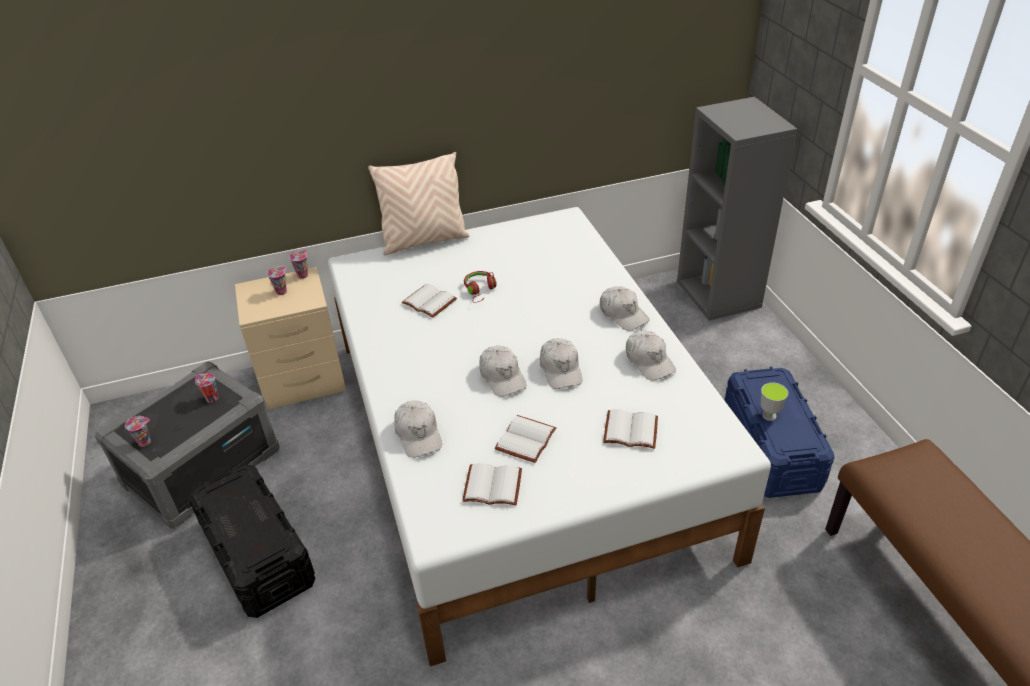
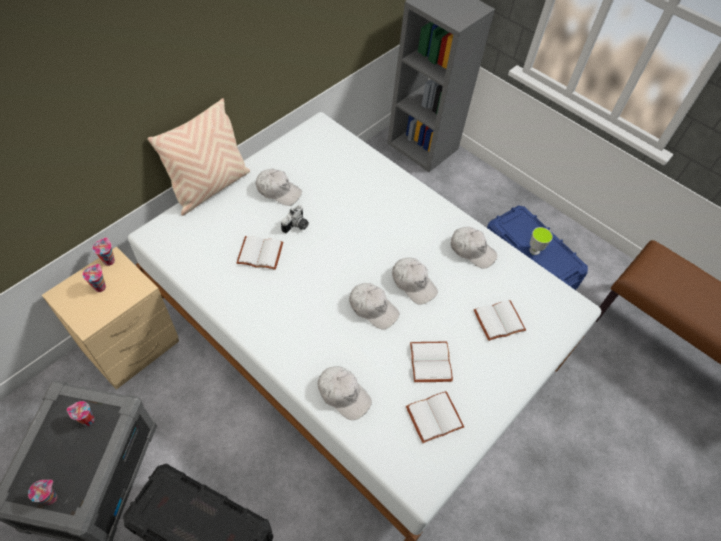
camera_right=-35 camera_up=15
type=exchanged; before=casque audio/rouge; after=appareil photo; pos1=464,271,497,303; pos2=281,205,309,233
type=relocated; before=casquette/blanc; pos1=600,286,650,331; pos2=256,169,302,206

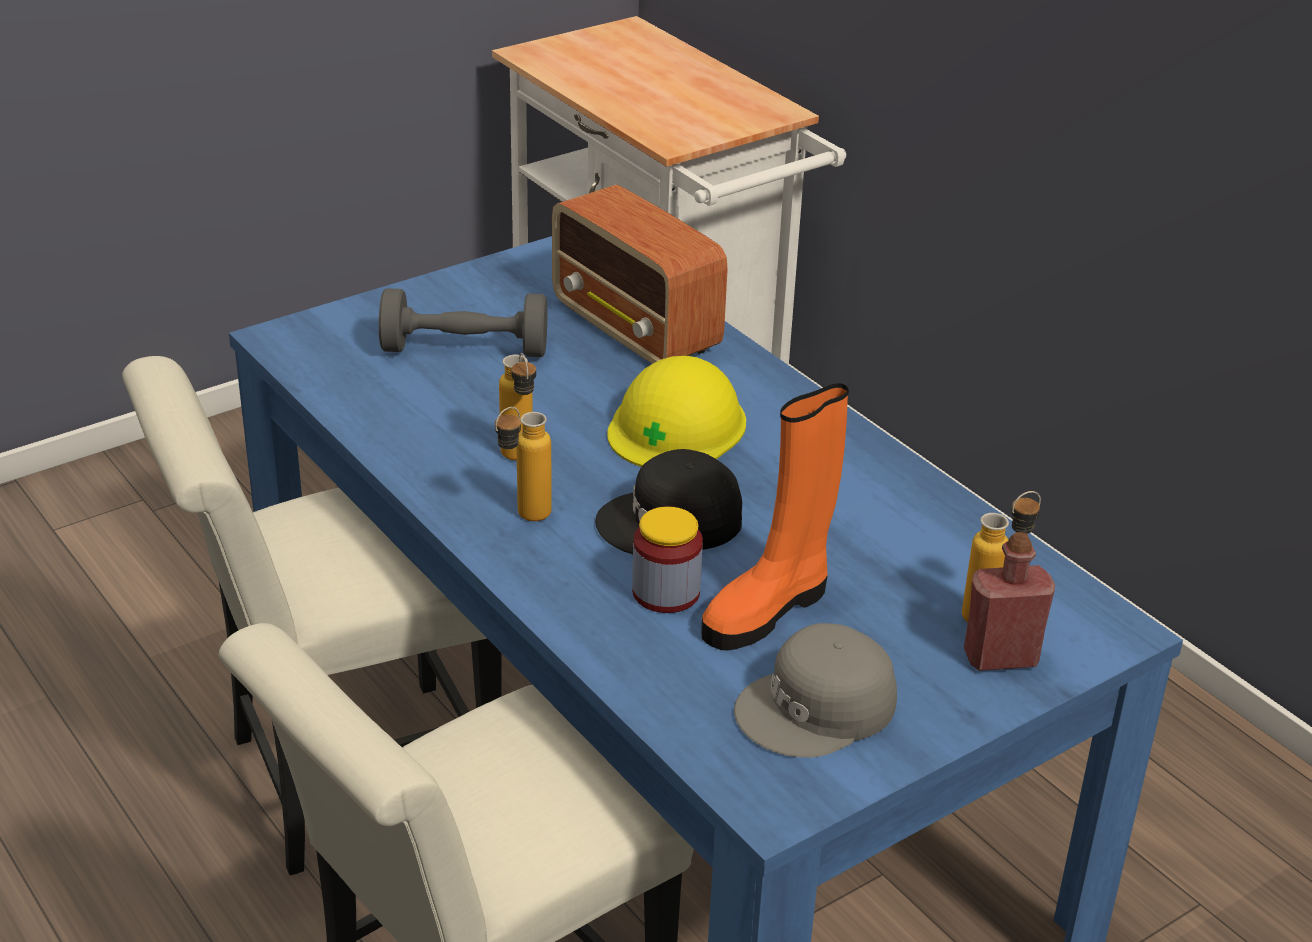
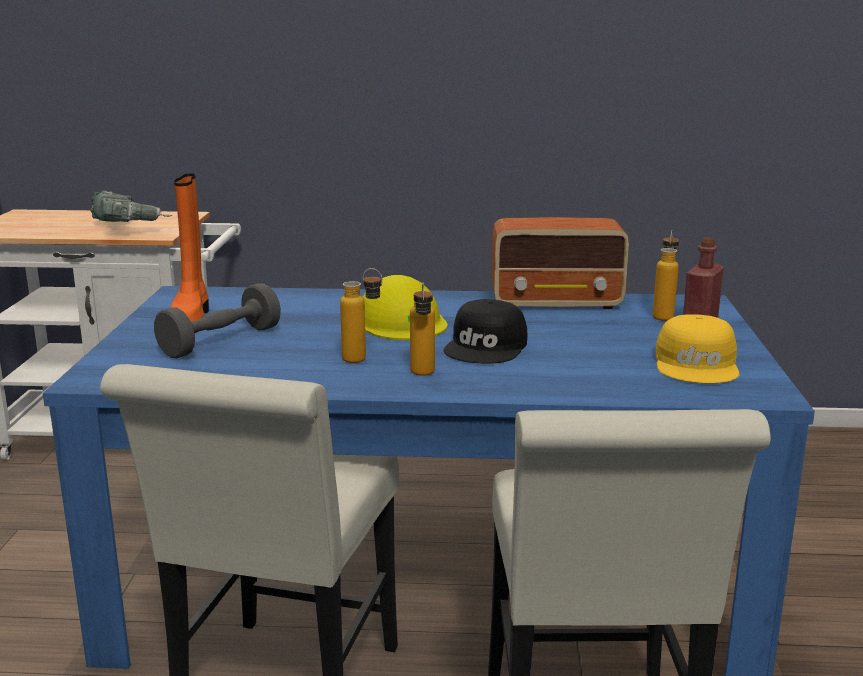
camera_right=-50 camera_up=-15
type=relocated; before=radio; pos1=552,185,728,364; pos2=492,217,629,309
type=relocated; before=botte/orange; pos1=701,383,849,650; pos2=170,173,209,333
type=missing; before=bocal; pos1=632,506,703,613
type=colour; before=casquette/gris; after=casquette/jaune; pos1=734,623,897,758; pos2=656,314,740,384
type=appeared; after=perceuse; pos2=90,190,172,222

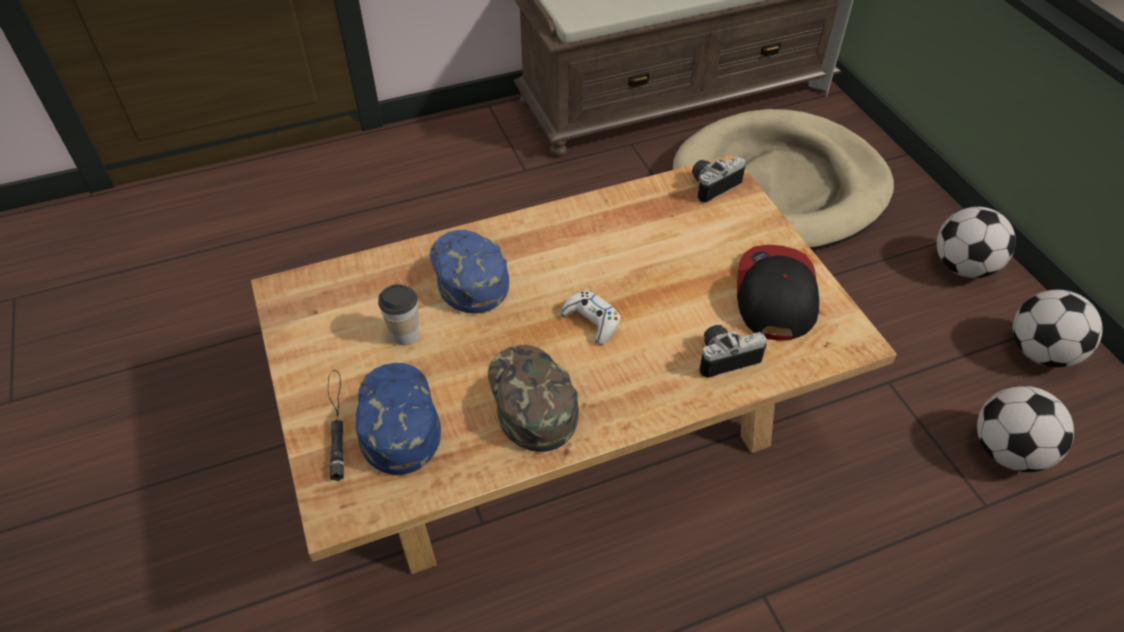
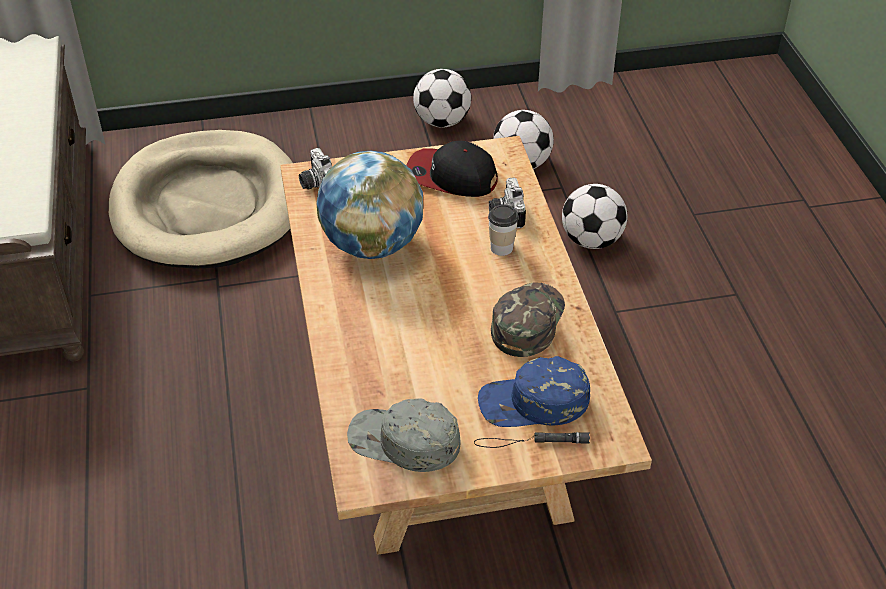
camera_right=-80 camera_up=-5
type=relocated; before=ballon de foot; pos1=937,207,1016,278; pos2=562,184,627,249
type=missing; before=casquette/bleu; pos1=430,230,509,313
type=relocated; before=tasse; pos1=378,284,419,345; pos2=488,205,519,256
type=missing; before=manette/blanc; pos1=560,290,621,345
type=spun; before=casquette/vert; pos1=488,345,579,452; pos2=491,282,565,357; turn=120
type=appeared; after=globe; pos2=316,151,423,259
type=appeared; after=casquette/gris; pos2=347,398,460,472

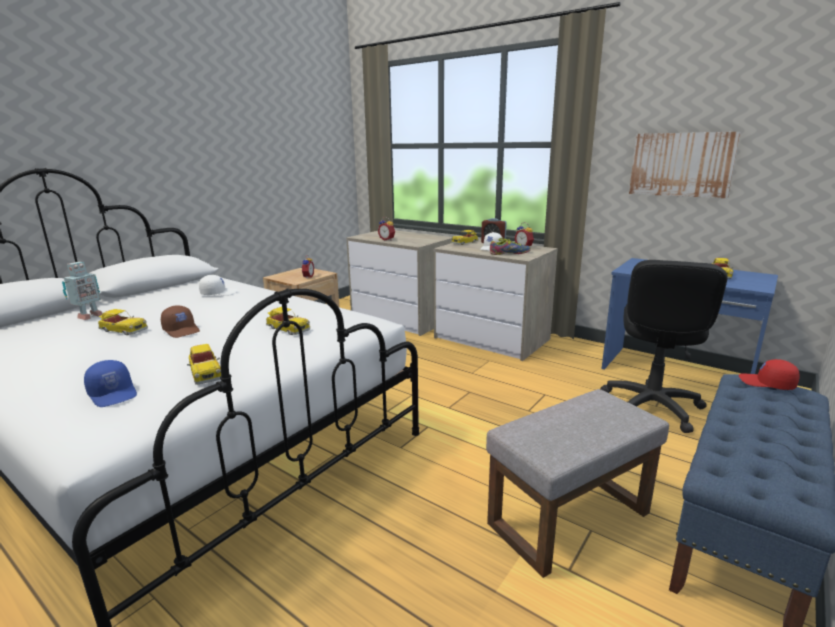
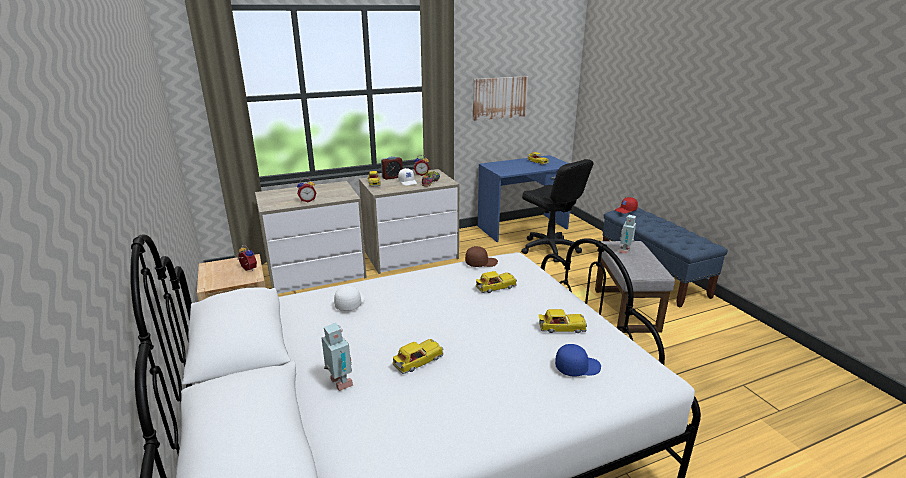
camera_right=-60 camera_up=5
type=relocated; before=casquette/marron; pos1=161,305,200,338; pos2=465,246,498,267
type=appeared; after=robot jouet; pos2=619,215,636,254

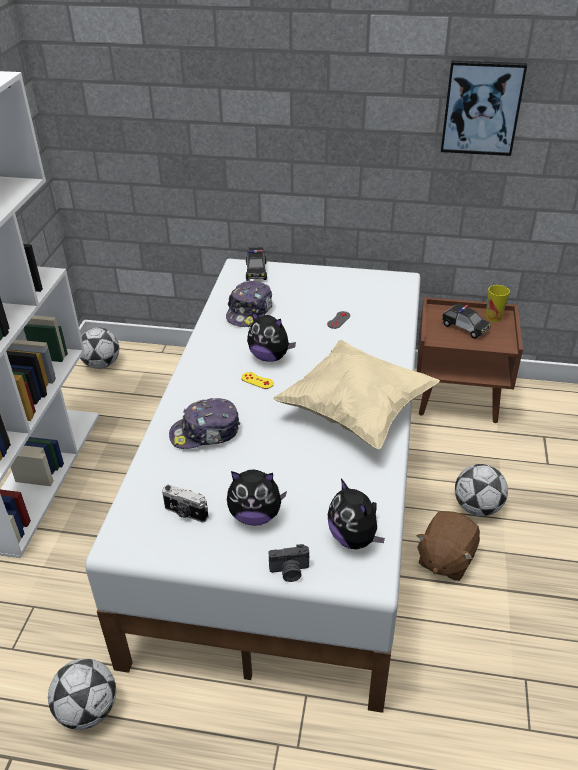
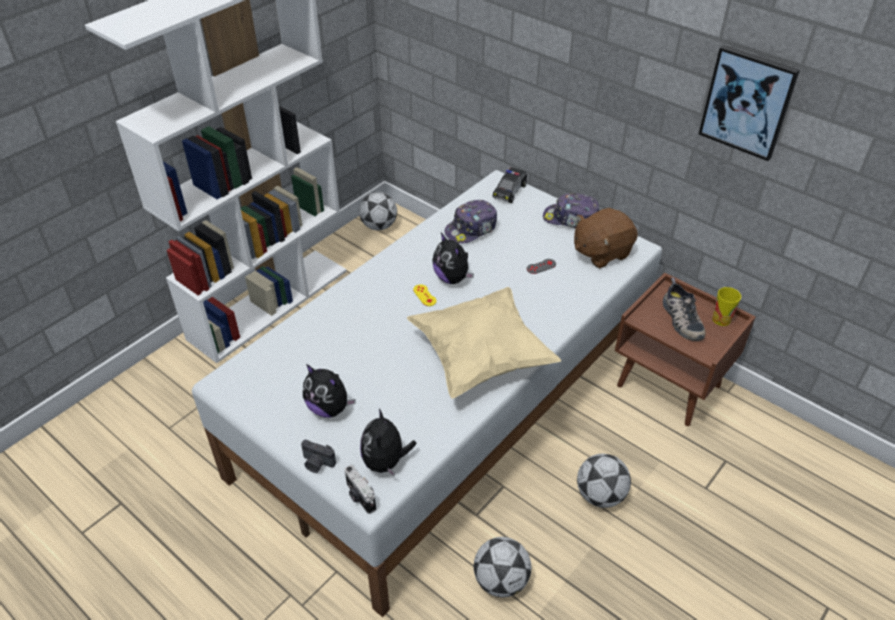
camera_right=30 camera_up=5
type=exchanged; before=petite voiture; after=chaussure; pos1=442,303,491,339; pos2=663,278,705,341
type=relocated; before=casquette; pos1=169,398,240,449; pos2=543,193,599,228
type=relocated; before=appareil photo; pos1=162,484,208,523; pos2=344,465,376,514
type=relocated; before=peluche/marron; pos1=416,511,480,581; pos2=574,208,638,268
type=relocated; before=ballon de foot; pos1=48,658,116,730; pos2=474,537,532,597

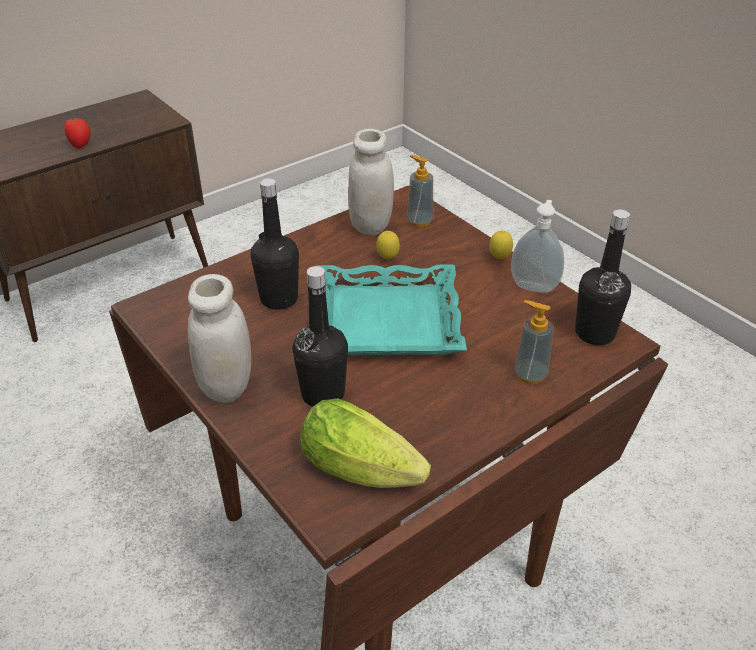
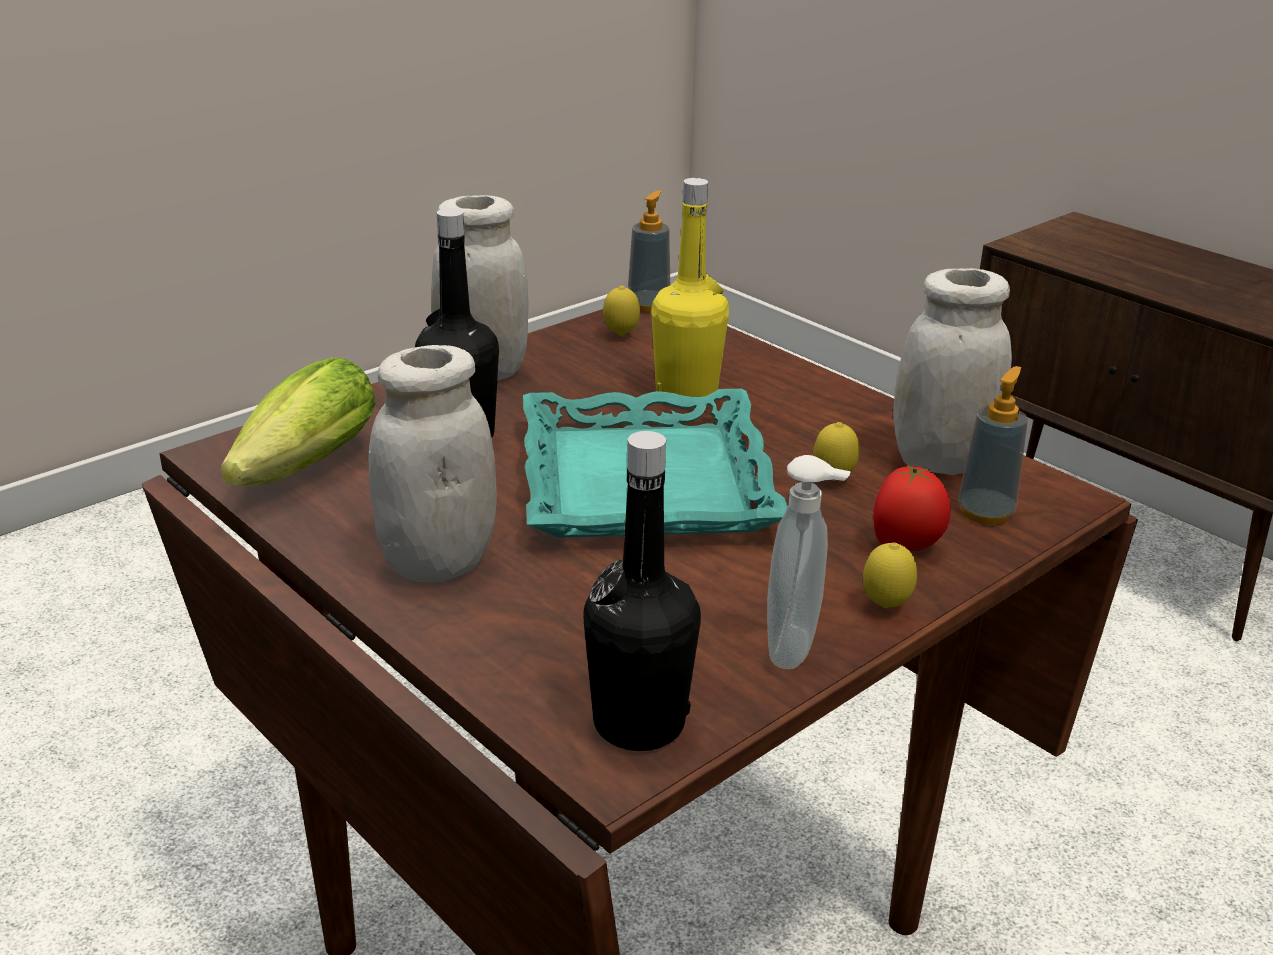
camera_right=85 camera_up=-10
type=relocated; before=tomate; pos1=64,118,91,149; pos2=873,464,951,551
type=colour; before=bouteille/noir; after=bouteille/jaune; pos1=251,178,299,310; pos2=651,178,729,397
type=relocated; before=distributeur de savon; pos1=514,300,554,384; pos2=628,190,670,313
type=appeared; after=citron; pos2=603,286,640,336
type=appeared; after=bocal/blanc; pos2=369,345,497,582

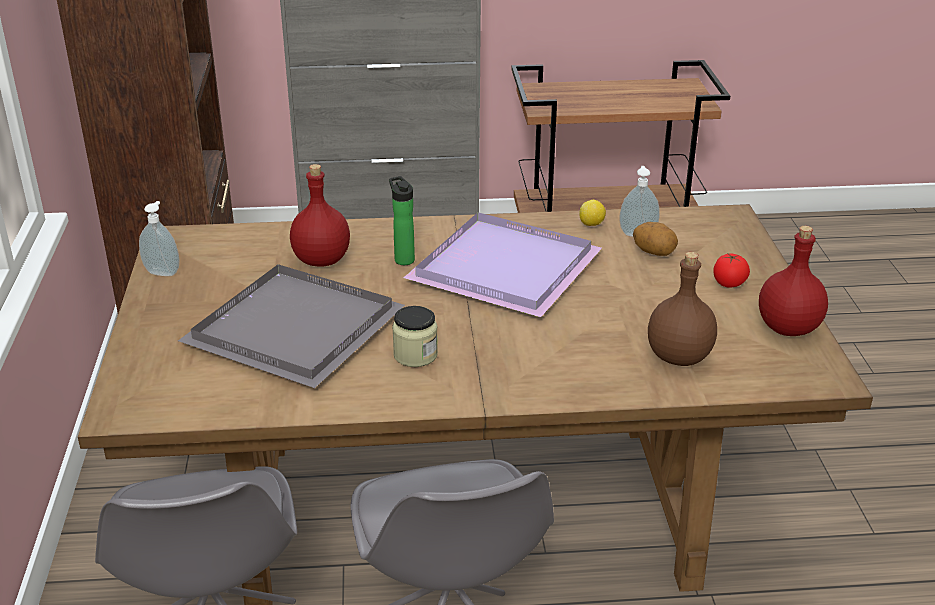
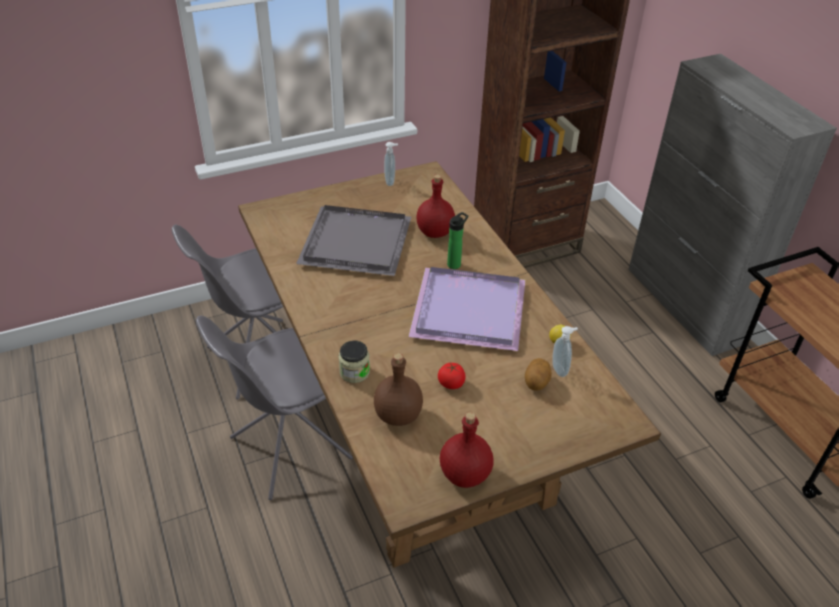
camera_right=70 camera_up=10
type=relocated; before=tomate; pos1=713,253,750,288; pos2=438,363,466,389
type=relocated; before=bocal; pos1=392,306,438,367; pos2=338,340,370,383

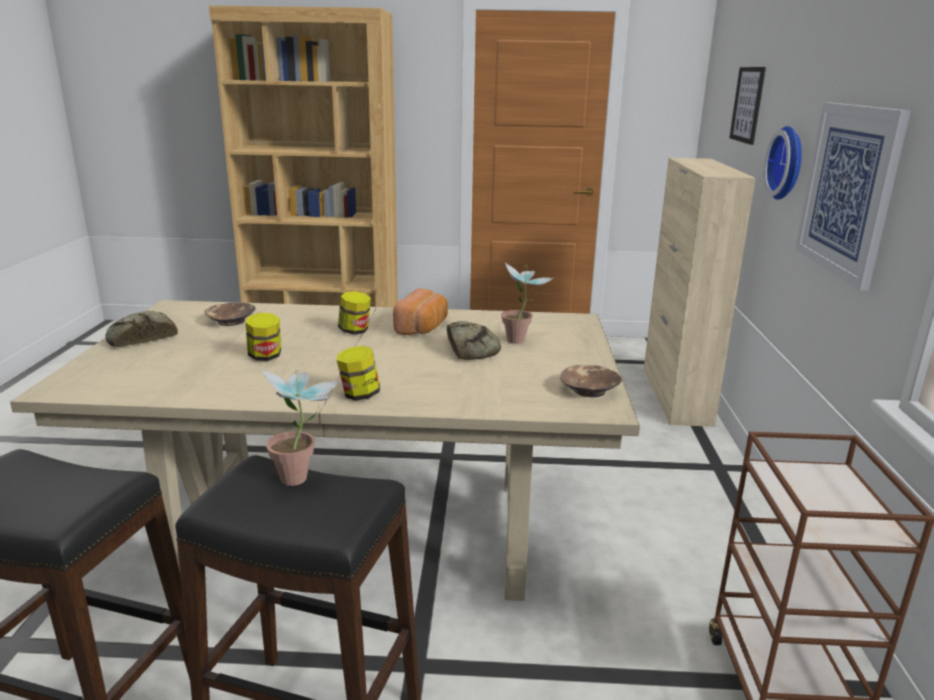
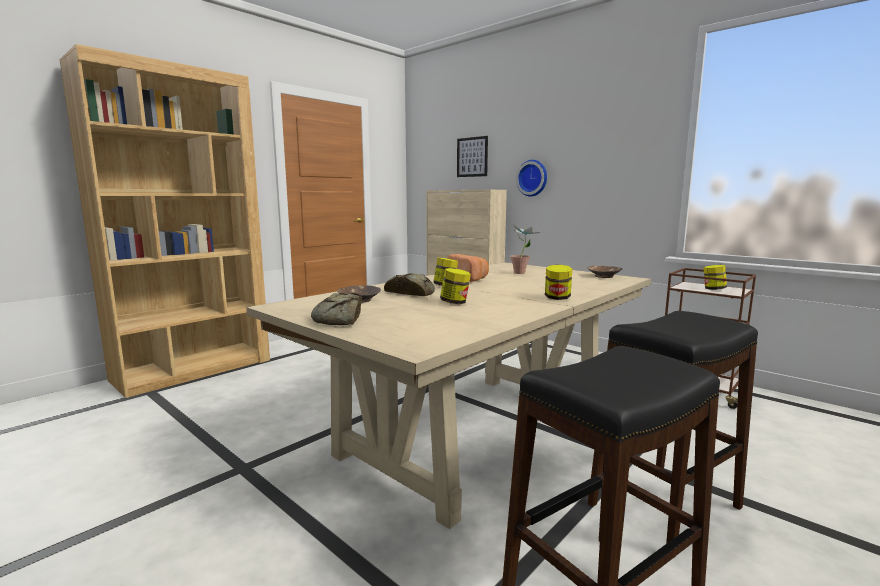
camera_right=-50 camera_up=-10
type=missing; before=tableau; pos1=795,102,911,291
type=relocated; before=pain; pos1=447,321,501,360; pos2=384,273,435,296
type=missing; before=plante en pot; pos1=261,369,340,486
type=appeared; after=bocal; pos2=704,265,727,290

